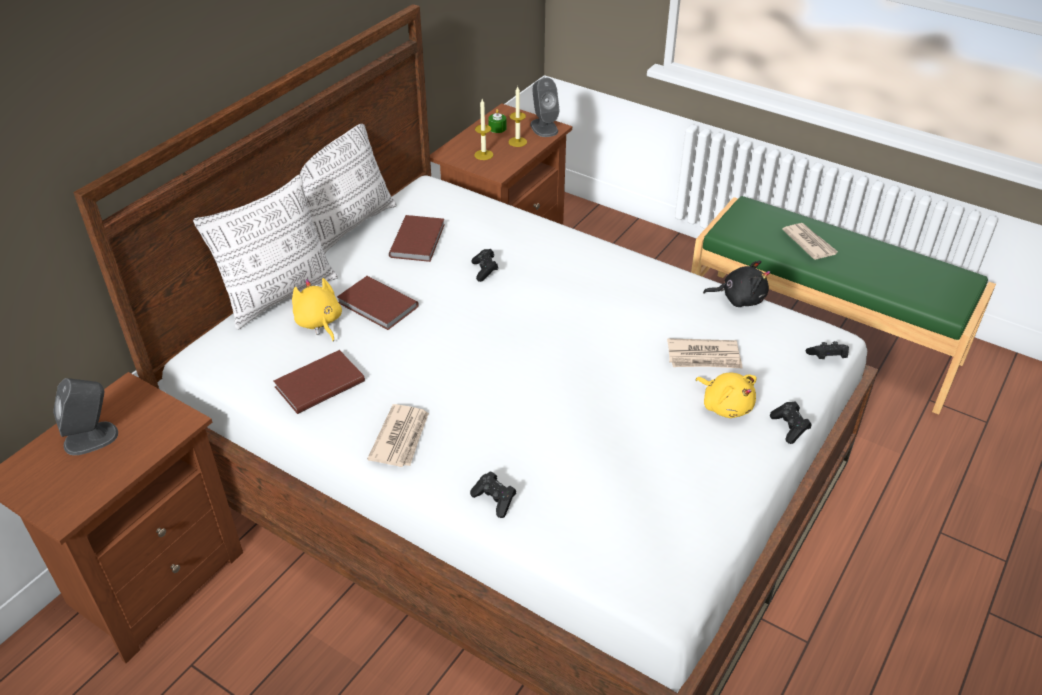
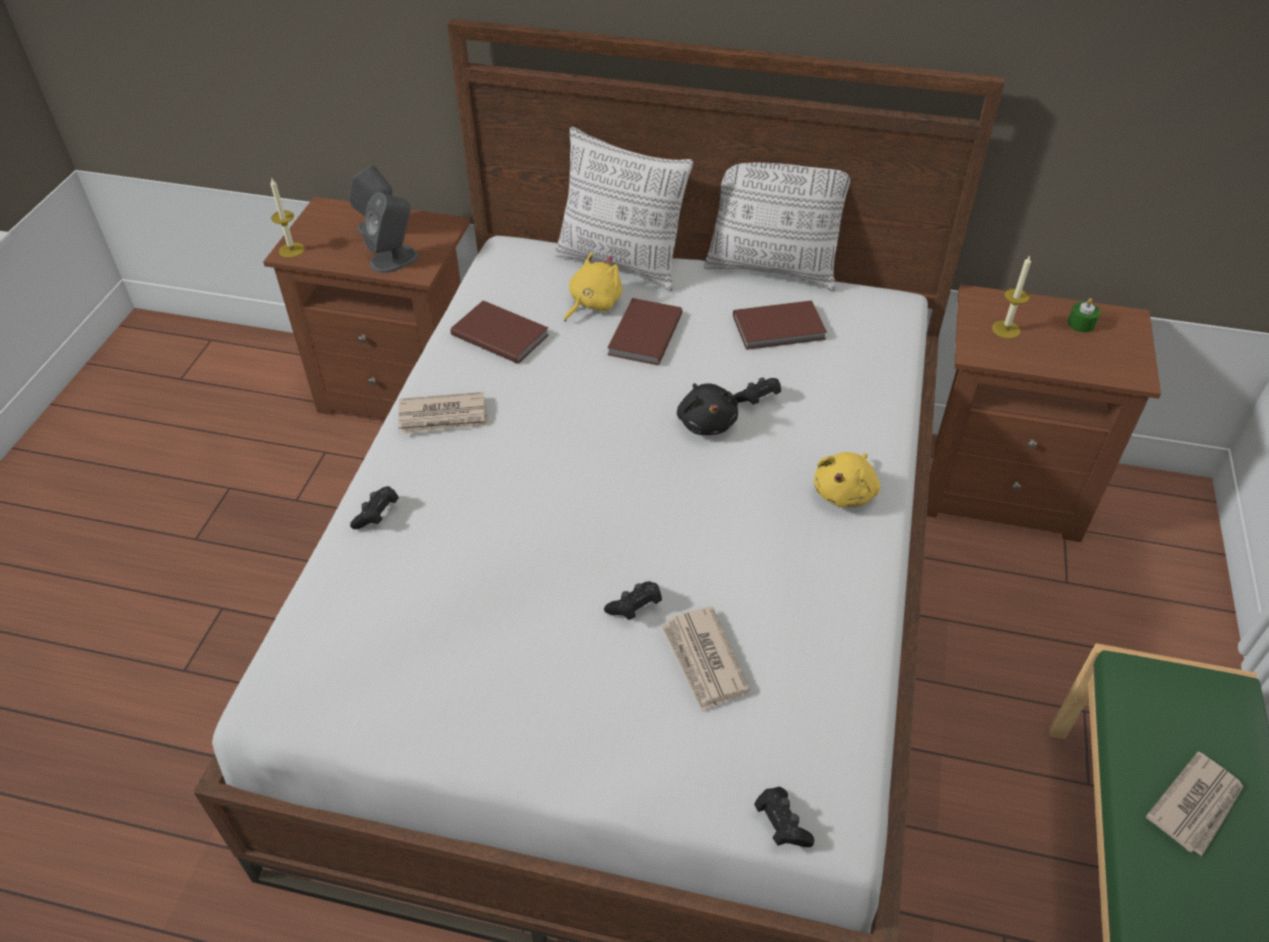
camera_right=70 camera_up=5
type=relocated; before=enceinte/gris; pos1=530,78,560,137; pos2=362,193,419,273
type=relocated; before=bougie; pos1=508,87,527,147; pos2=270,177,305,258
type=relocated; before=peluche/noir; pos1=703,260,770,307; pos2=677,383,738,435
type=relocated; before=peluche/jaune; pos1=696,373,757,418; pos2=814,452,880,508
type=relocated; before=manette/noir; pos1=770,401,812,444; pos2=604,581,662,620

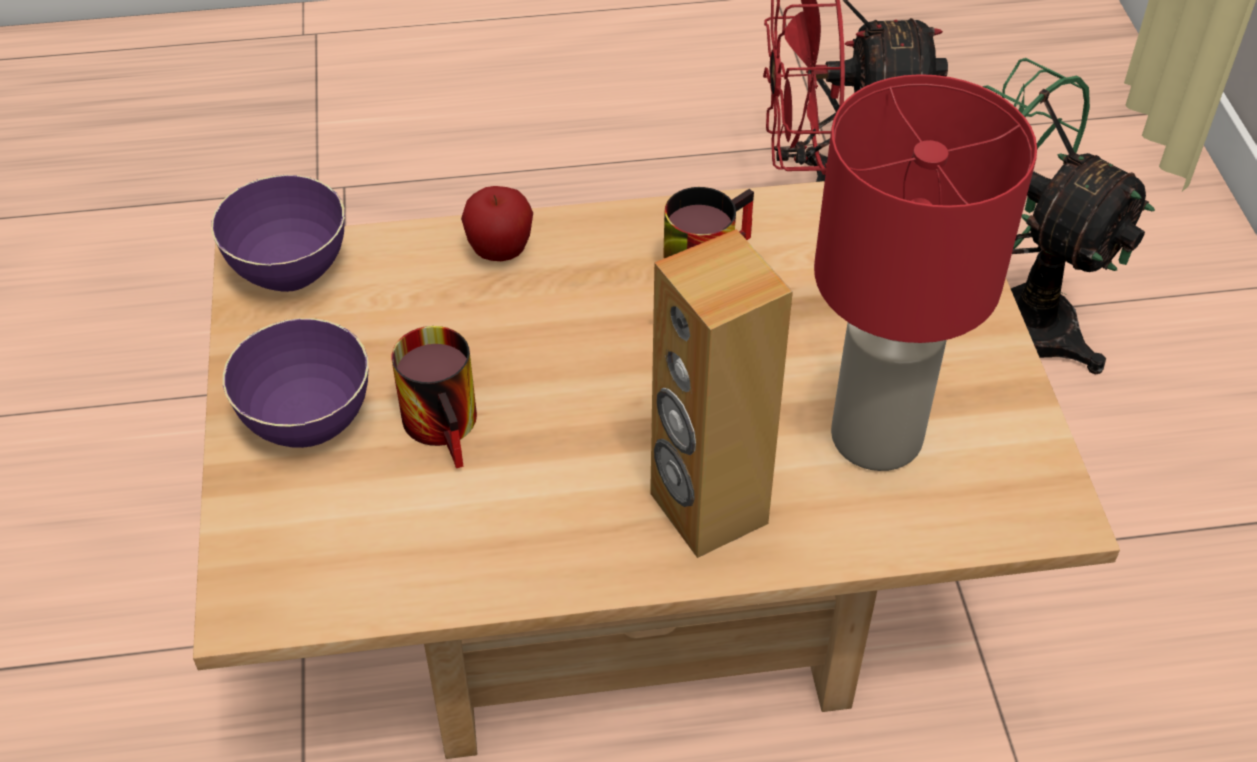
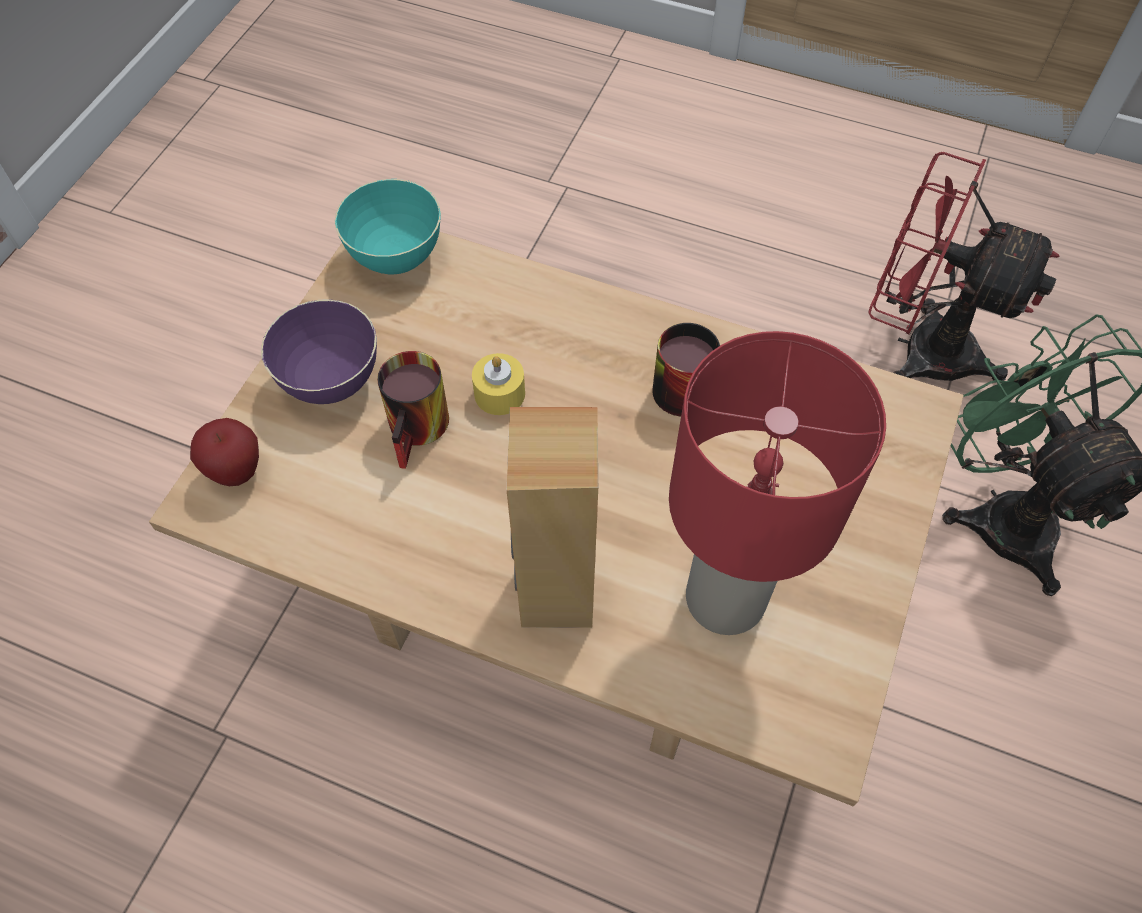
camera_right=30 camera_up=10
type=colour; before=bol/violet; after=bol/turquoise; pos1=211,175,345,292; pos2=335,179,441,274
type=relocated; before=pomme; pos1=461,186,533,261; pos2=190,418,259,486
type=appeared; after=bougie/jaune; pos2=472,353,525,415

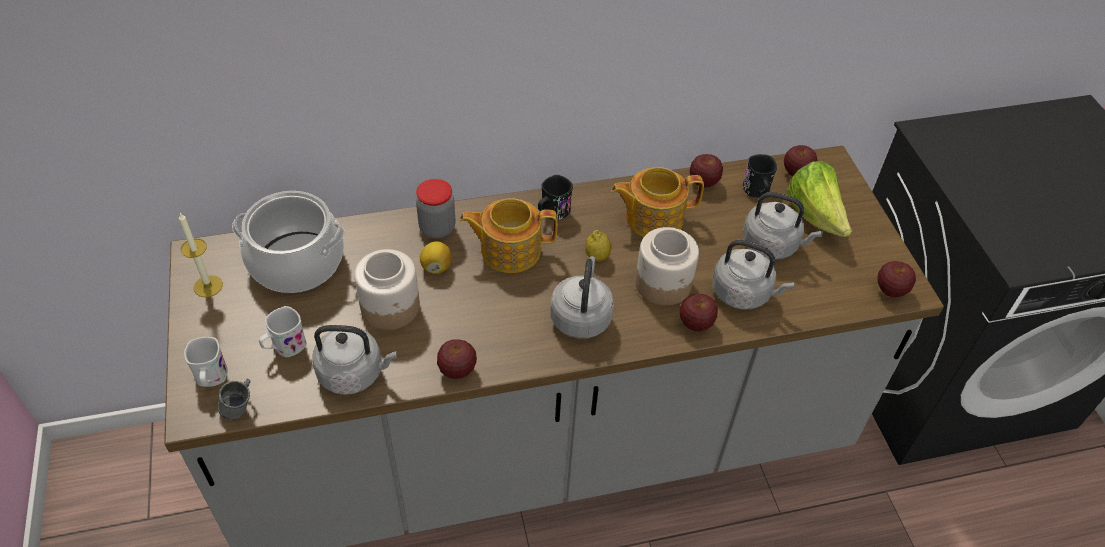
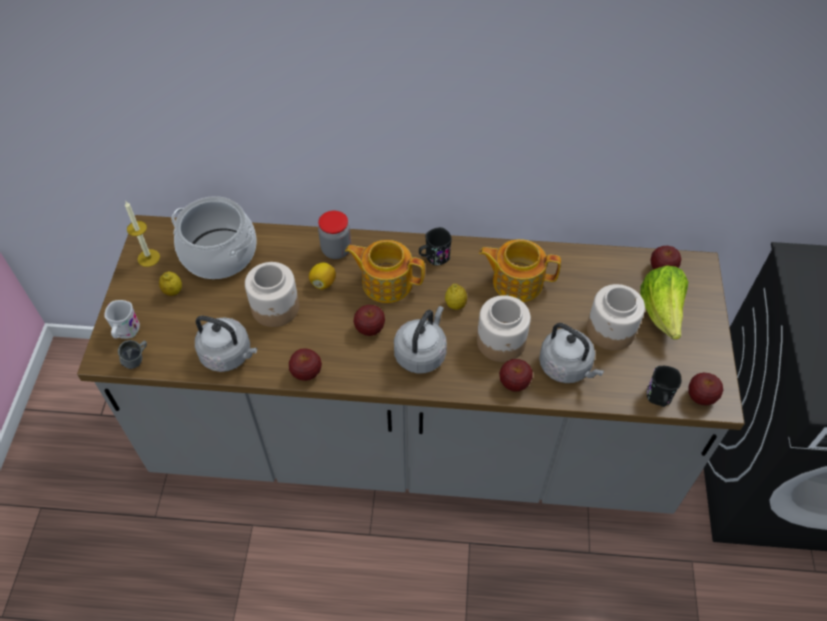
camera_right=20 camera_up=5
type=relocated; before=pomme; pos1=690,154,723,188; pos2=353,305,385,336
type=relocated; before=mug/noir; pos1=743,154,777,197; pos2=646,366,681,407
type=exchanged; before=bouilloire/gris; after=bocal; pos1=742,192,823,260; pos2=587,284,645,350
type=missing; before=mug/blanc; pos1=259,306,307,357
type=appeared; after=citron; pos2=159,271,182,296

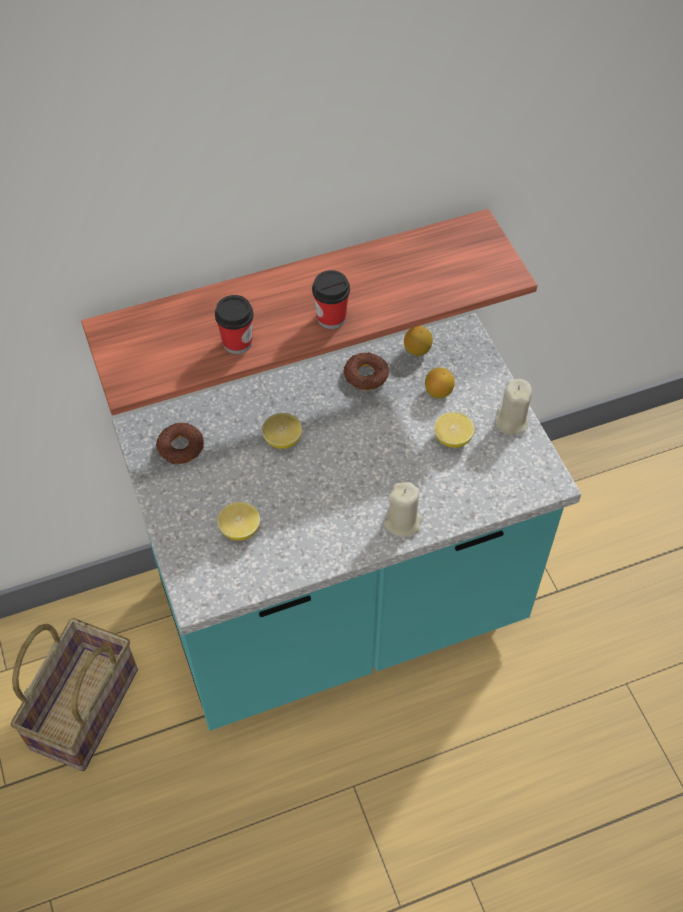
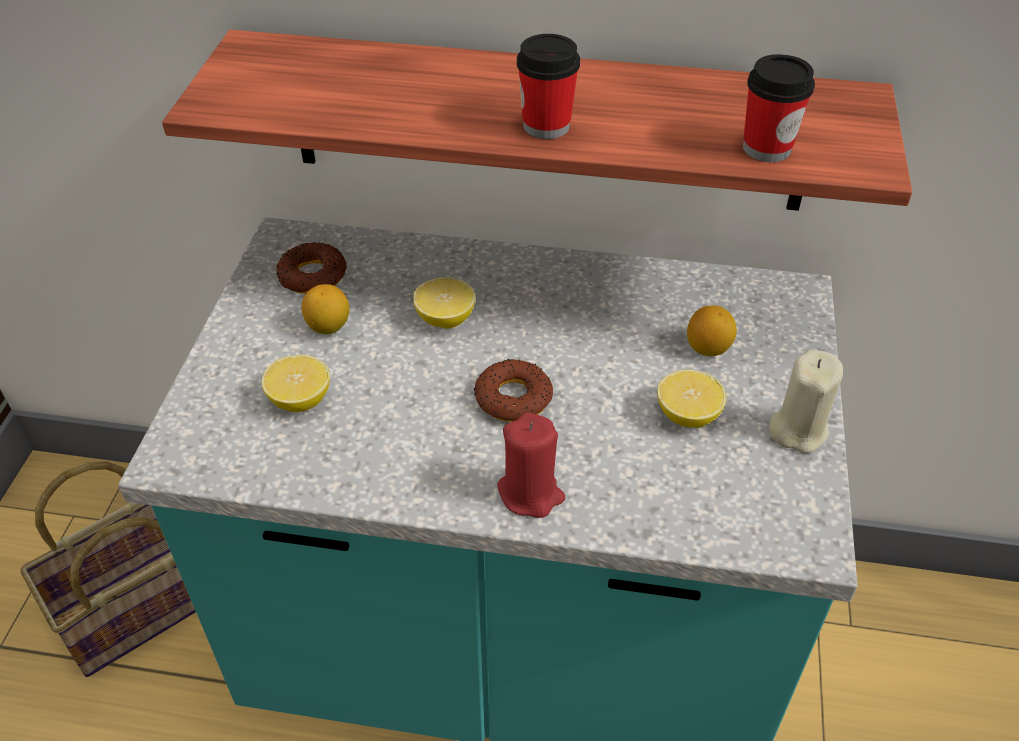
camera_right=30 camera_up=-10
type=relocated; before=tasse; pos1=215,295,254,354; pos2=743,54,815,162
type=relocated; before=citron; pos1=404,326,433,356; pos2=302,284,350,334
type=relocated; before=beignet; pos1=344,352,389,390; pos2=474,359,553,422
type=colour; before=bougie/beige; after=bougie/rouge; pos1=383,482,423,538; pos2=498,413,565,518

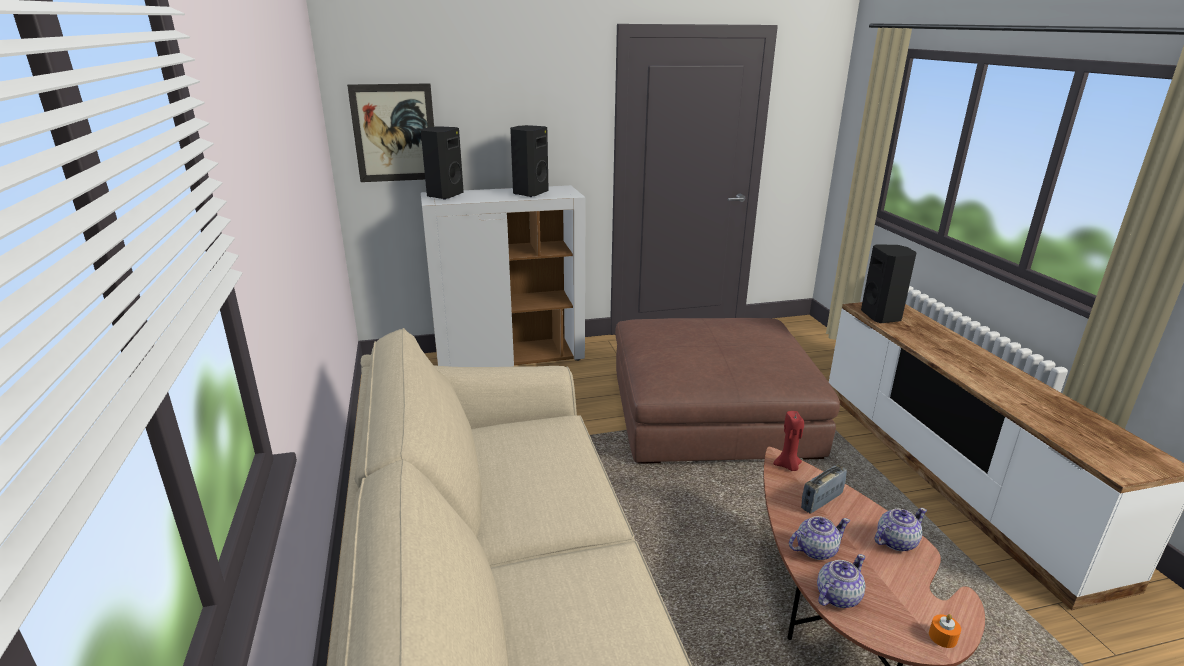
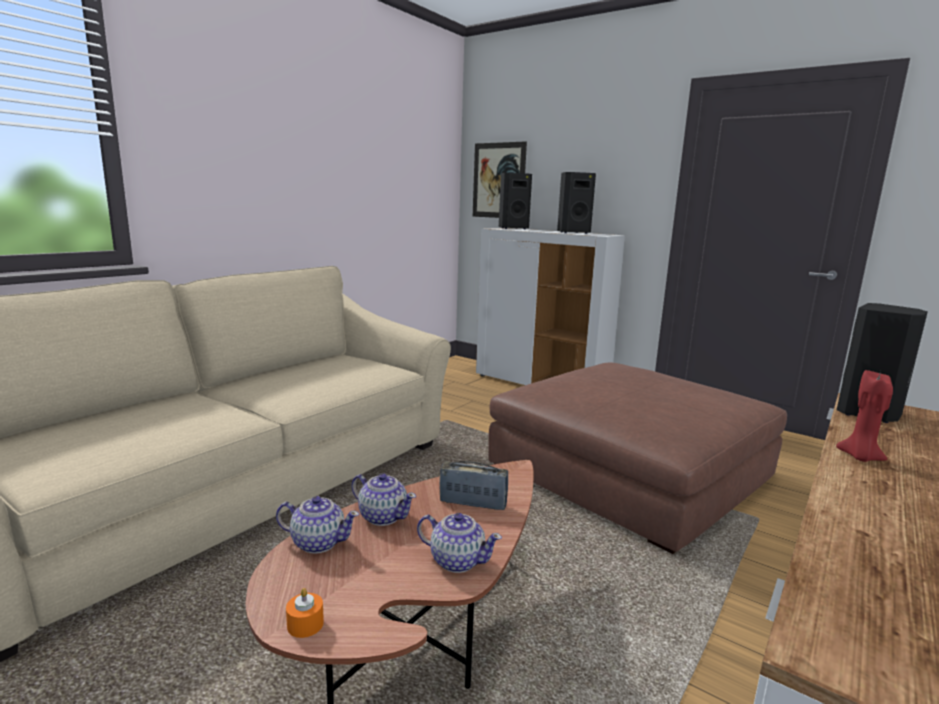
camera_right=50 camera_up=-10
type=relocated; before=bougie/rouge; pos1=773,411,804,471; pos2=836,370,893,462

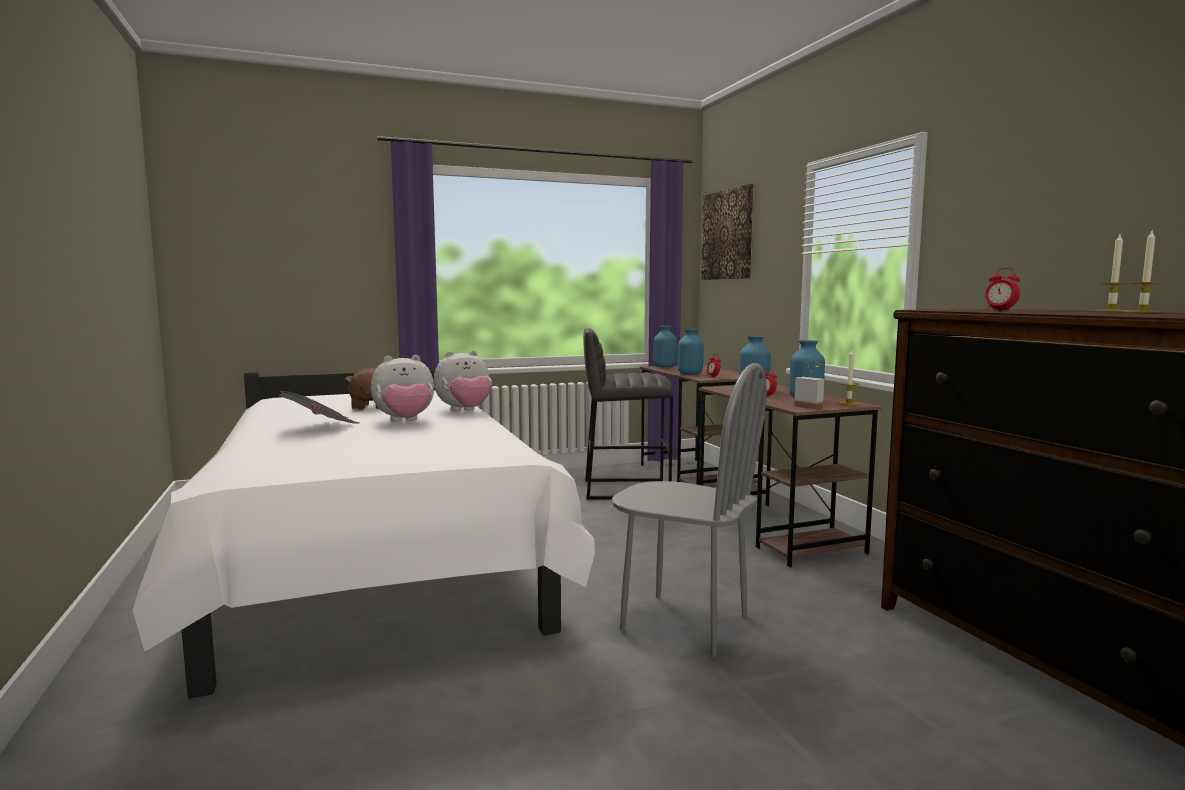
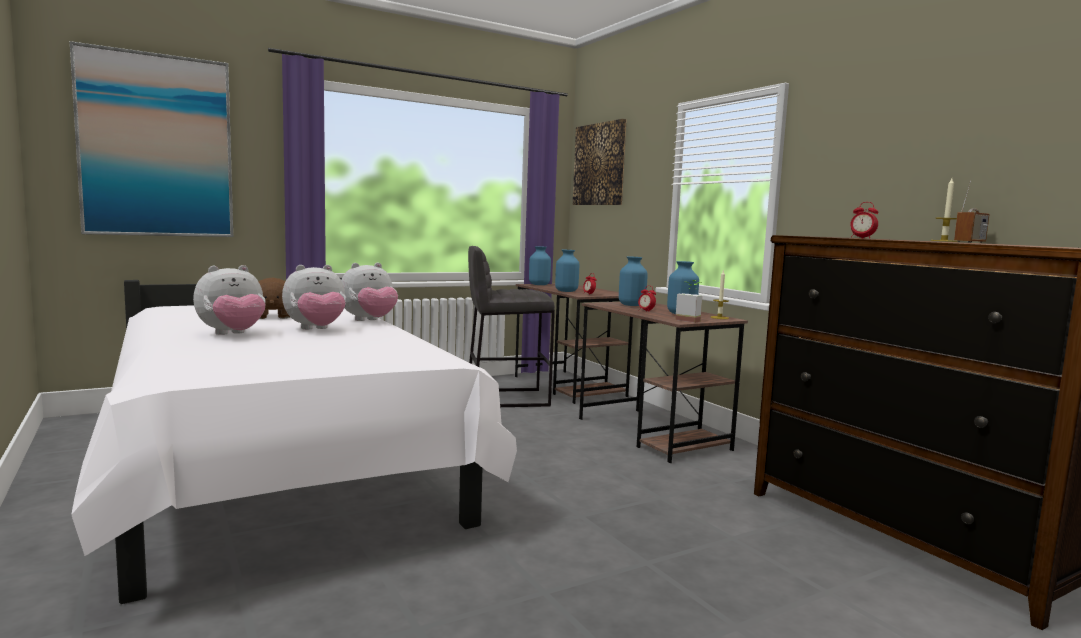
camera_right=-10 camera_up=0
type=exchanged; before=bougie; after=radio; pos1=1124,231,1163,313; pos2=954,181,990,243
type=missing; before=chaise/gris; pos1=612,363,767,657
type=exchanged; before=journal; after=peluche; pos1=279,391,359,424; pos2=193,265,266,335
type=appeared; after=tableau; pos2=69,41,233,237

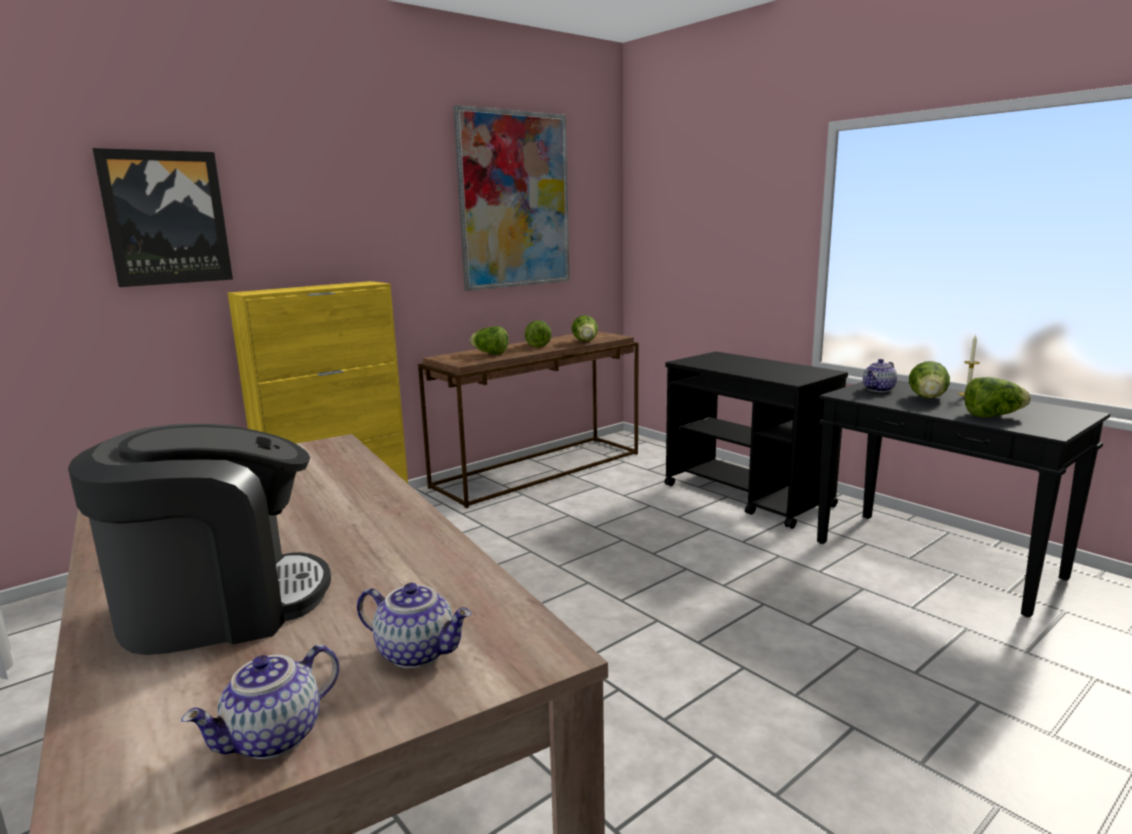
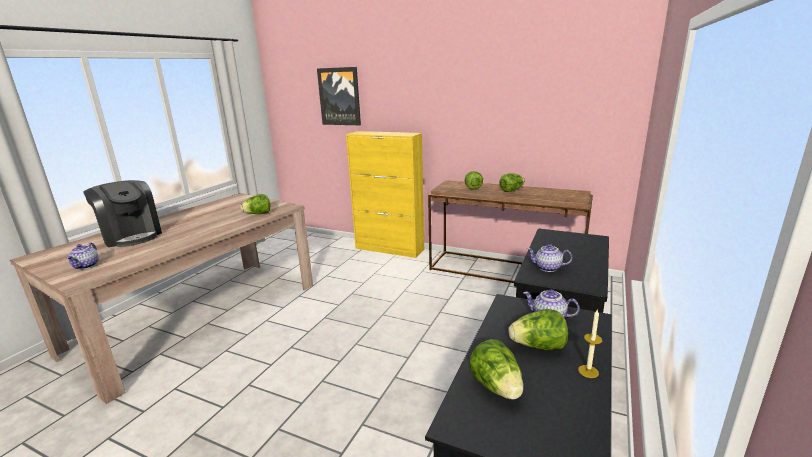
camera_right=65 camera_up=5
type=missing; before=tableau; pos1=453,105,570,291
type=relocated; before=laitue; pos1=572,315,598,341; pos2=240,194,270,214
type=relocated; before=théière; pos1=181,644,339,759; pos2=527,244,572,272

